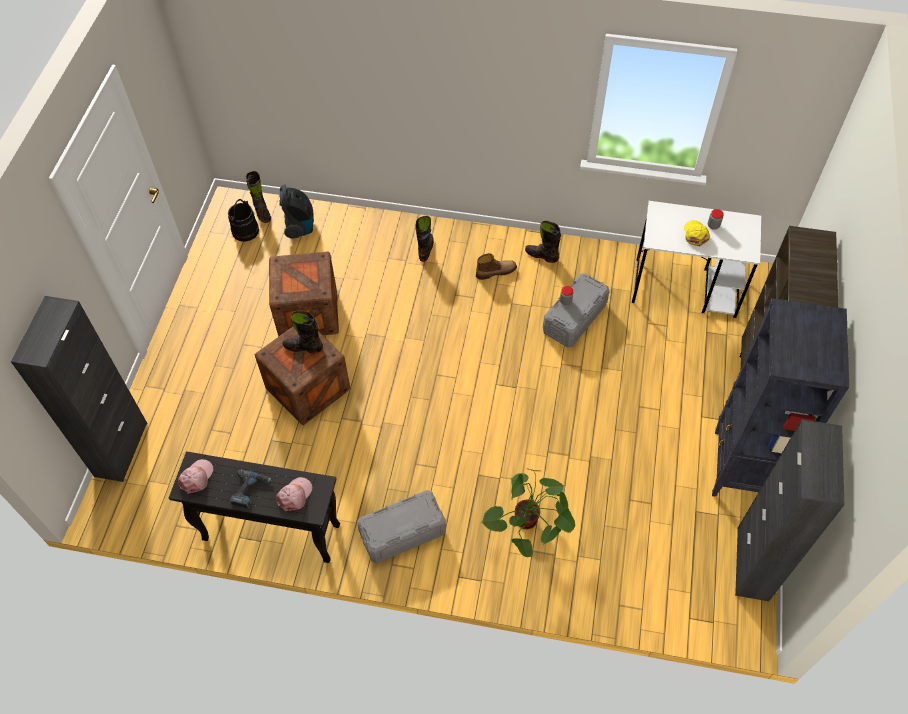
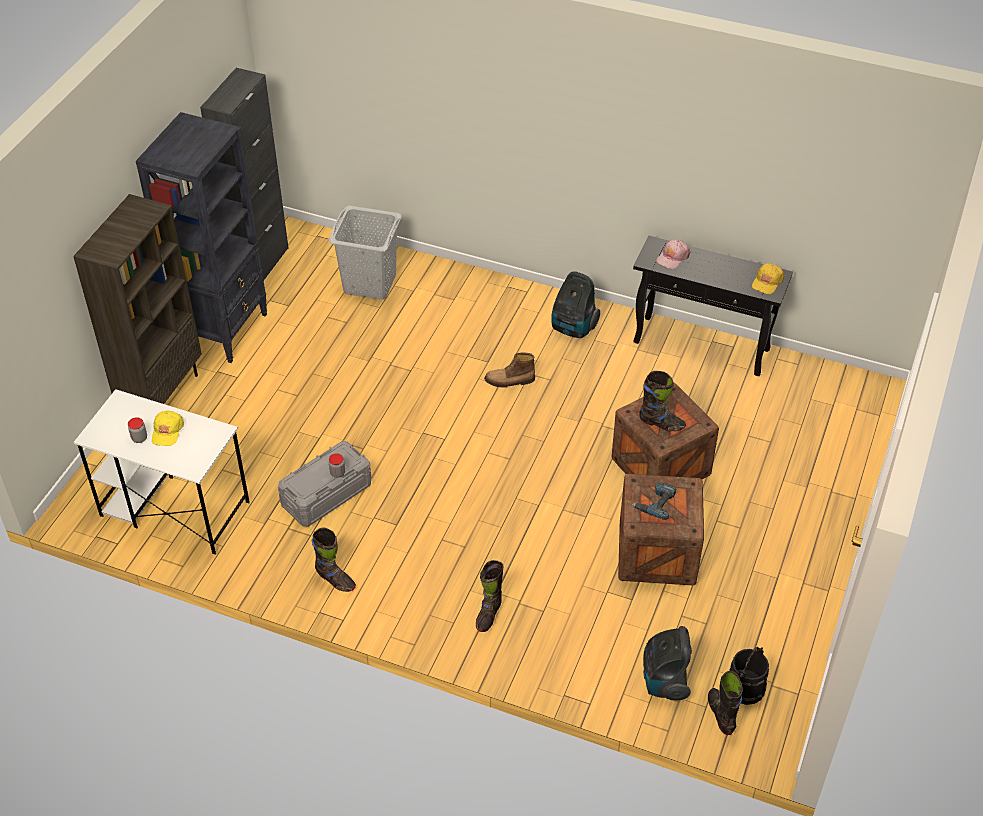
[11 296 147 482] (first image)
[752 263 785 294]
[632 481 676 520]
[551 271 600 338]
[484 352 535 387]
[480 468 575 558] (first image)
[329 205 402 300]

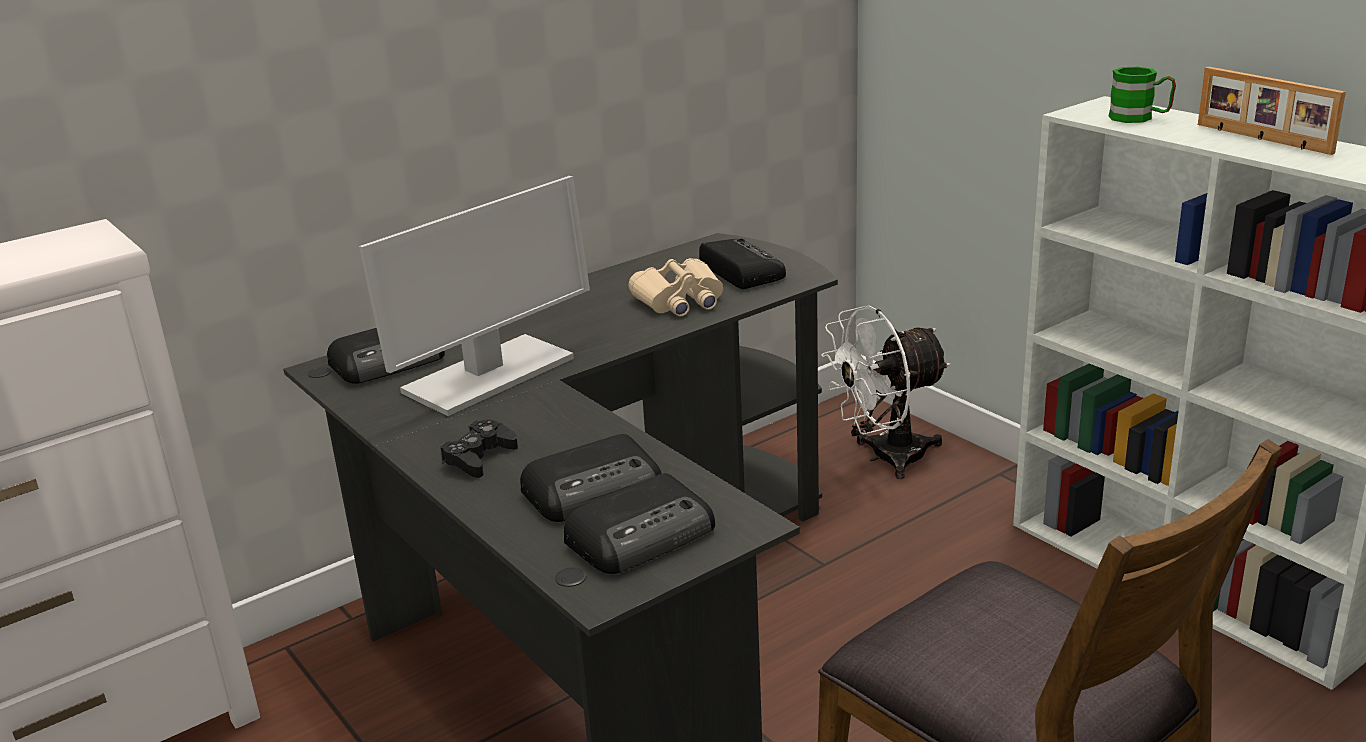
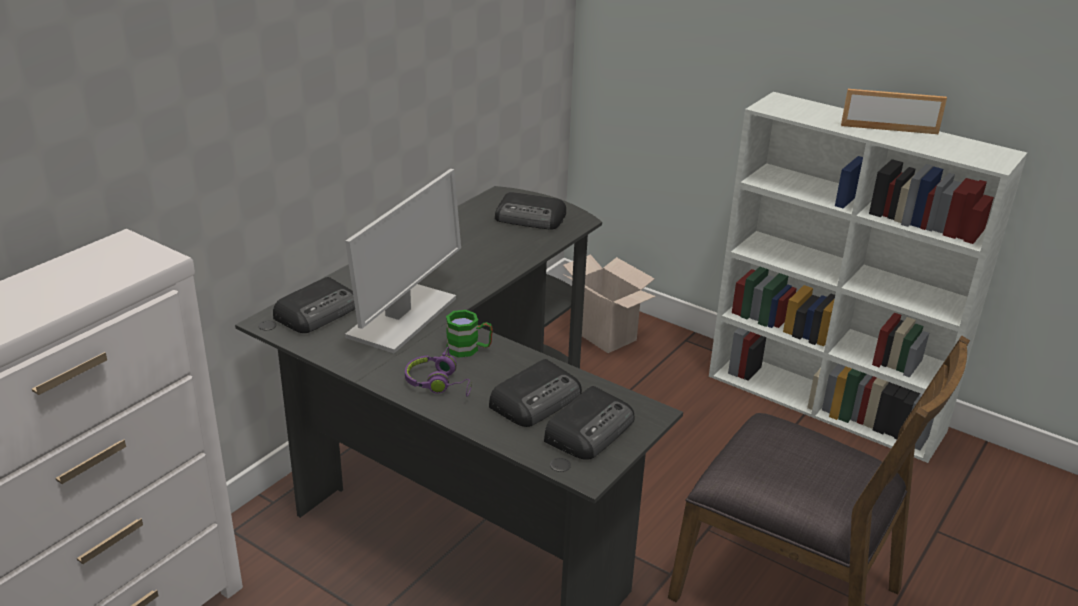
[405 347 472 397]
[628 258 723 316] (first image)
[495 192 566 230]
[563 254 656 353]
[446 310 493 358]
[841 89 947 134]

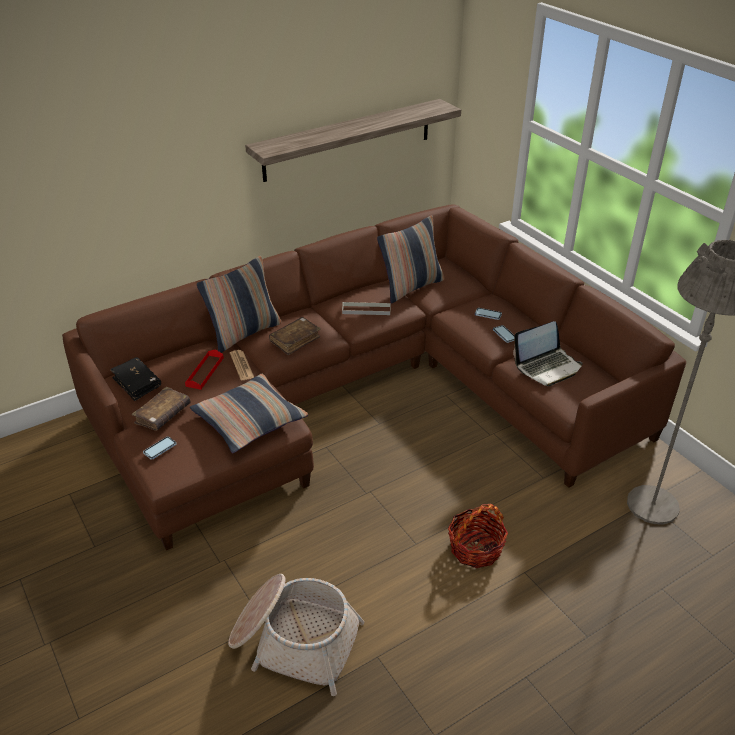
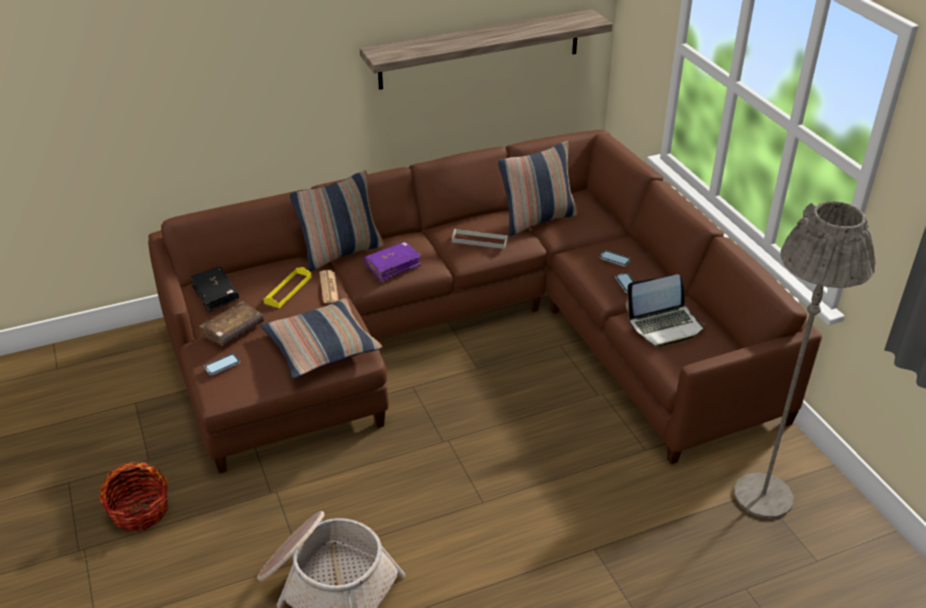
[264 267 311 308]
[364 241 422 282]
[99 462 168 532]

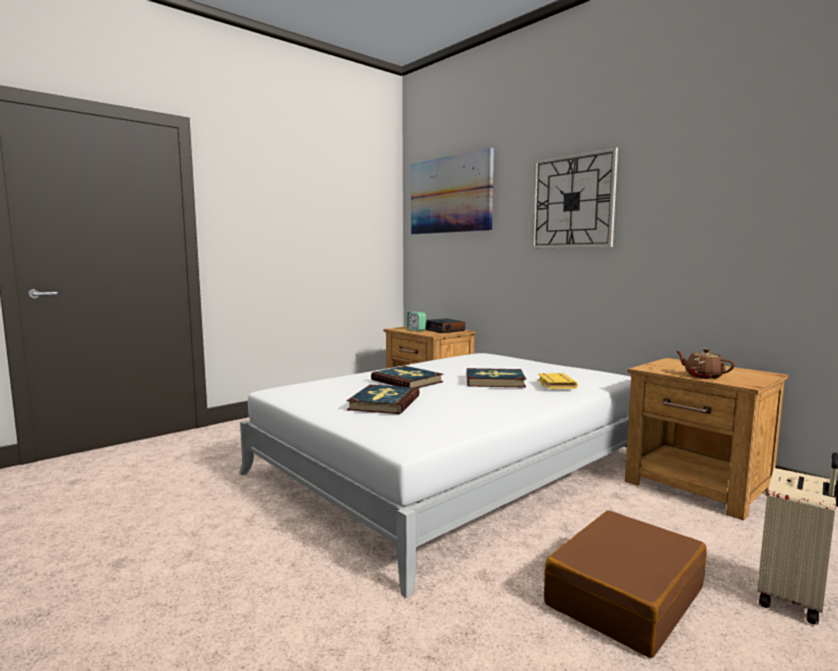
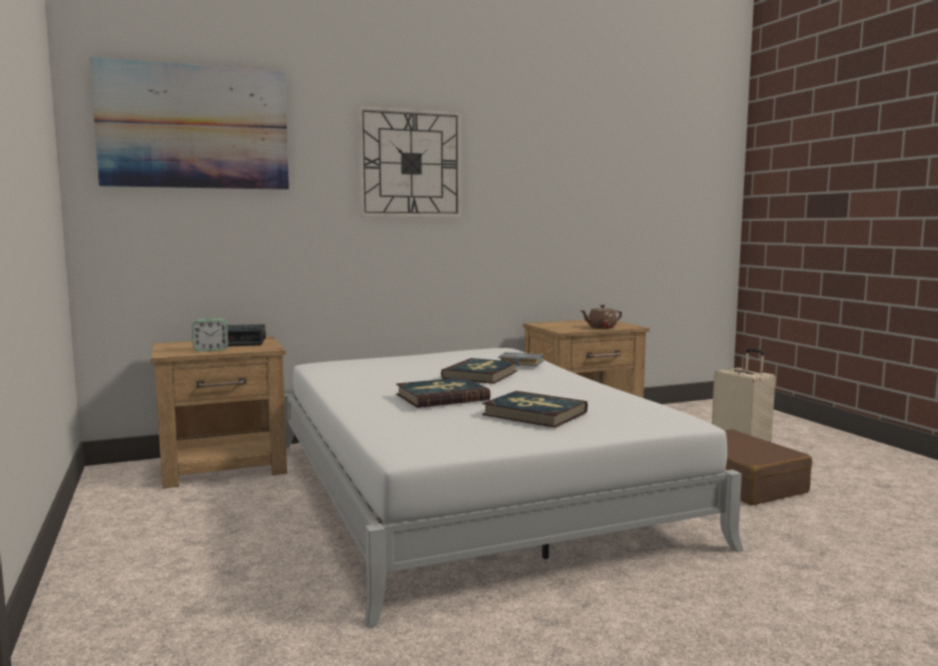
[498 352 544 366]

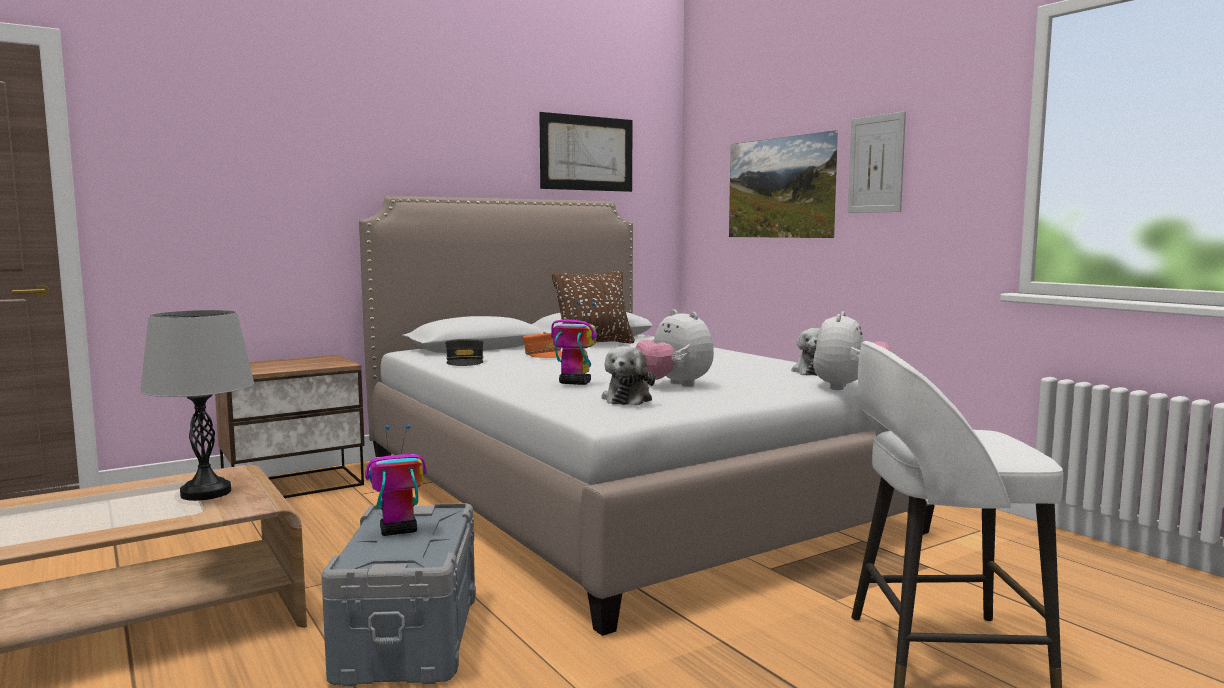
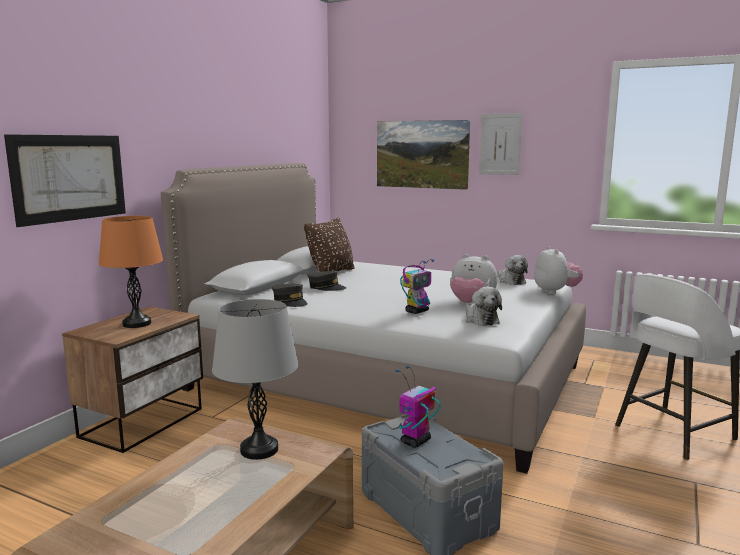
[307 270 346 291]
[4 134 126 227]
[400 259 434 314]
[99 216 163 328]

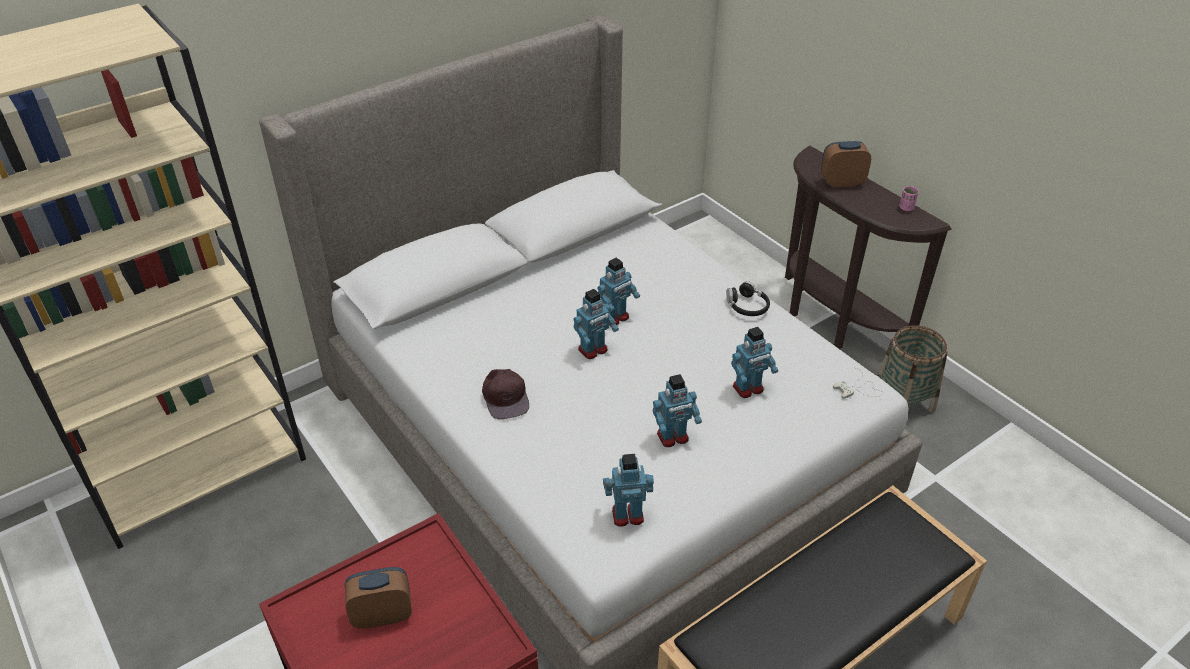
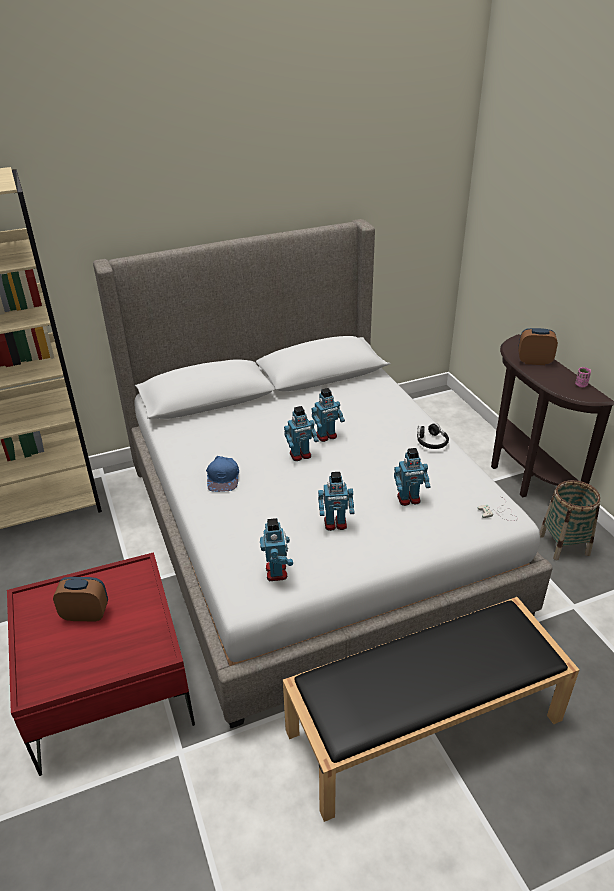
[206 456 239 492]
[260 518 293 581]

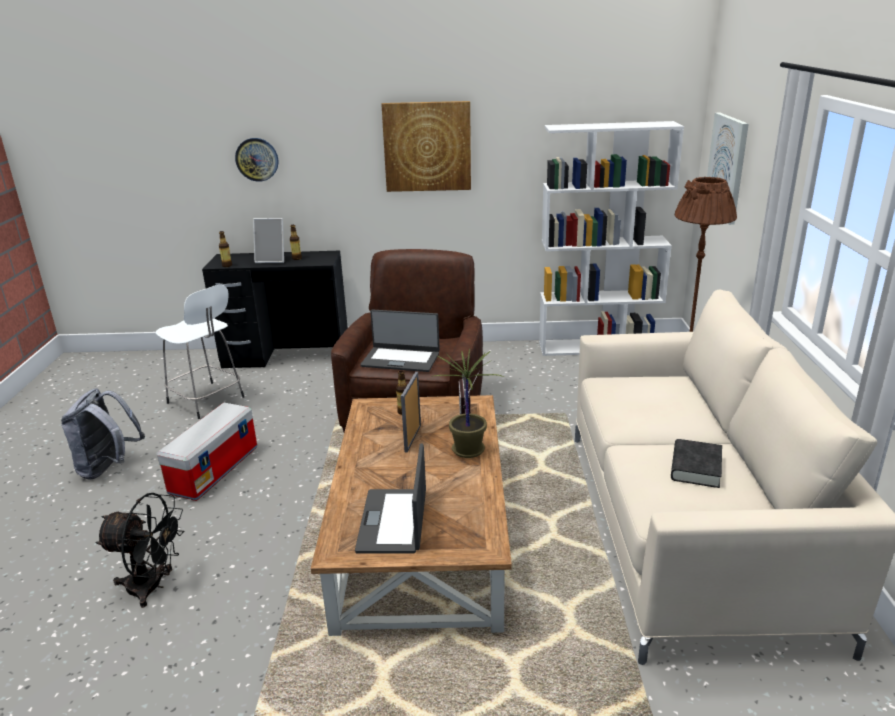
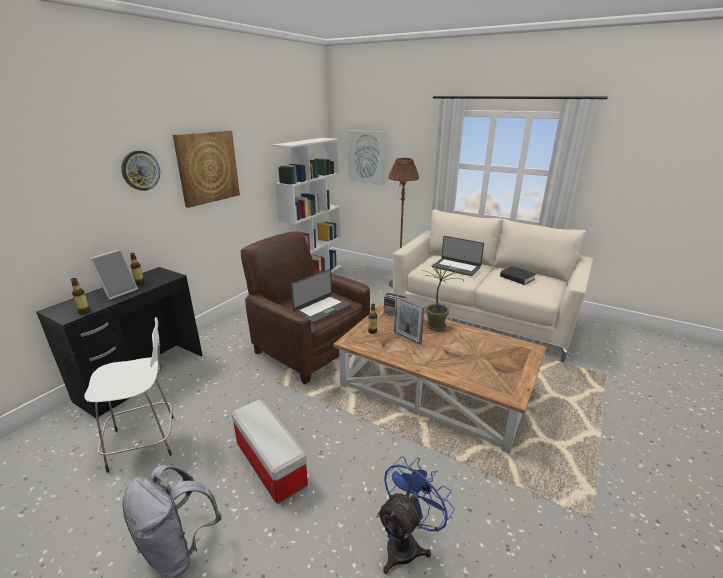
[377 456 455 574]
[121 150 160 191]
[432 236 484 276]

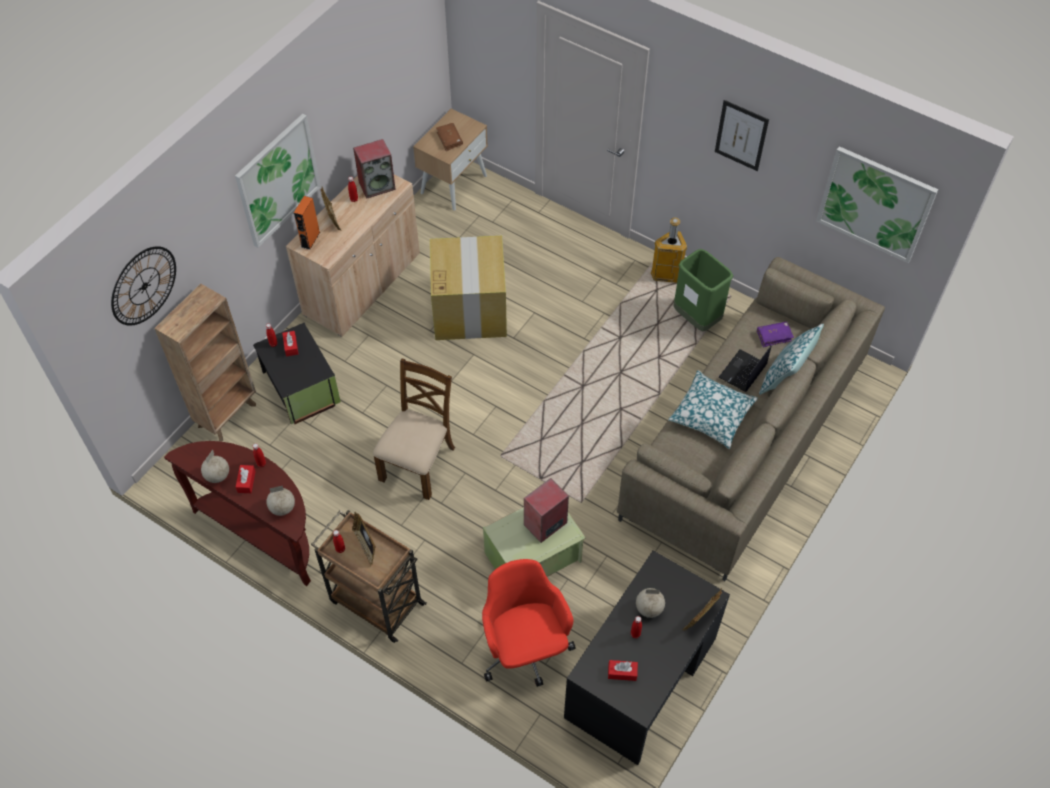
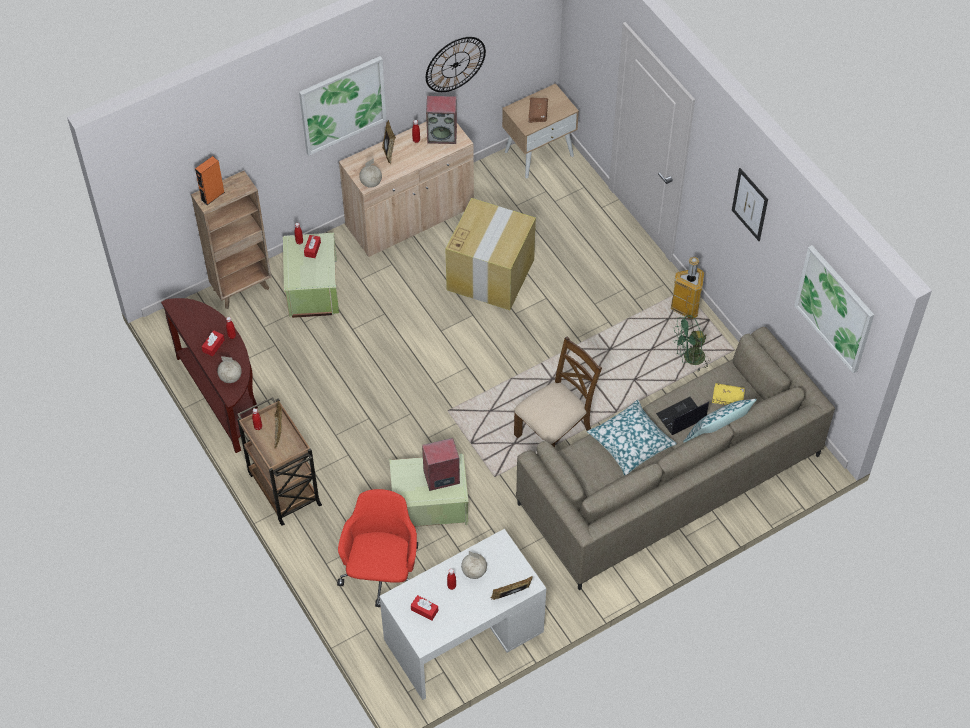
[426 37 486 92]
[359 158 382 188]
[283 233 339 318]
[195 156 225 205]
[514 337 602 448]
[379 529 546 700]
[674 315 711 371]
[712 383 745 405]

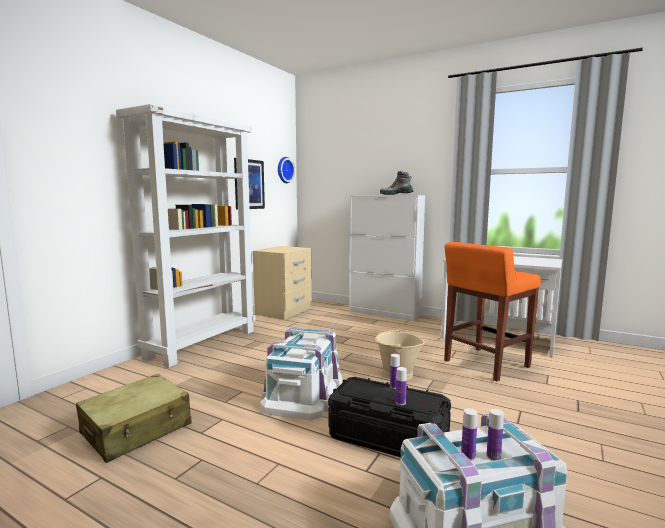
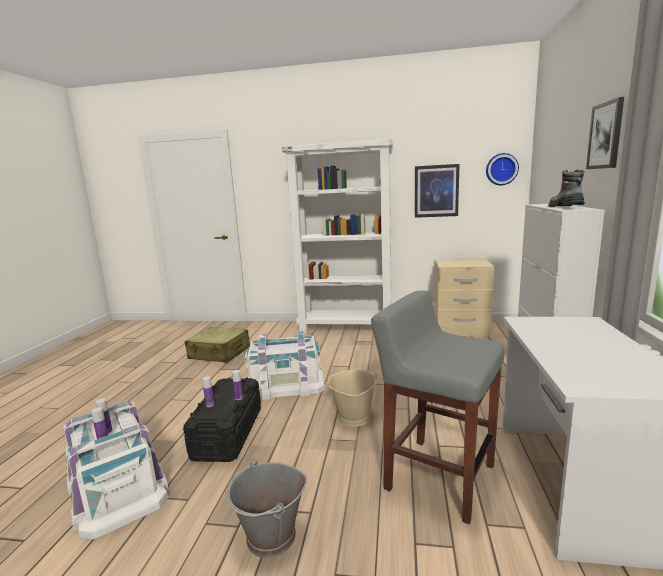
[371 290 505 524]
[226 458 307 558]
[586 97 624 169]

